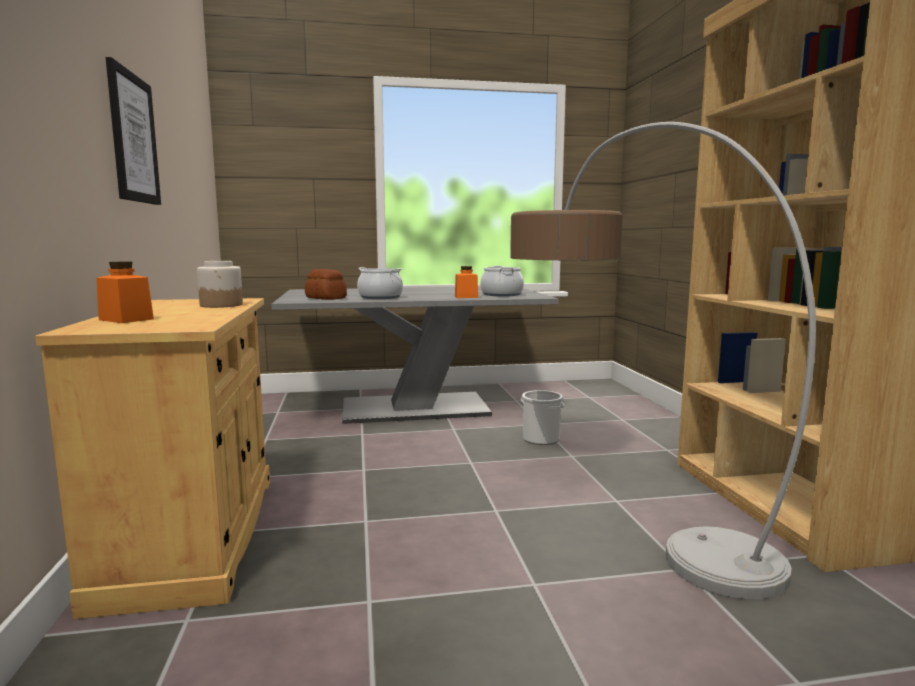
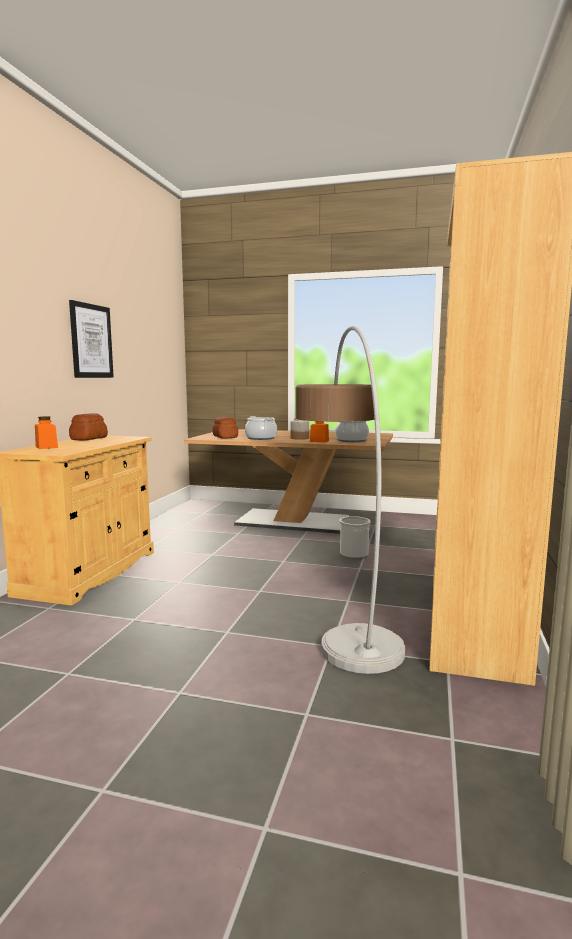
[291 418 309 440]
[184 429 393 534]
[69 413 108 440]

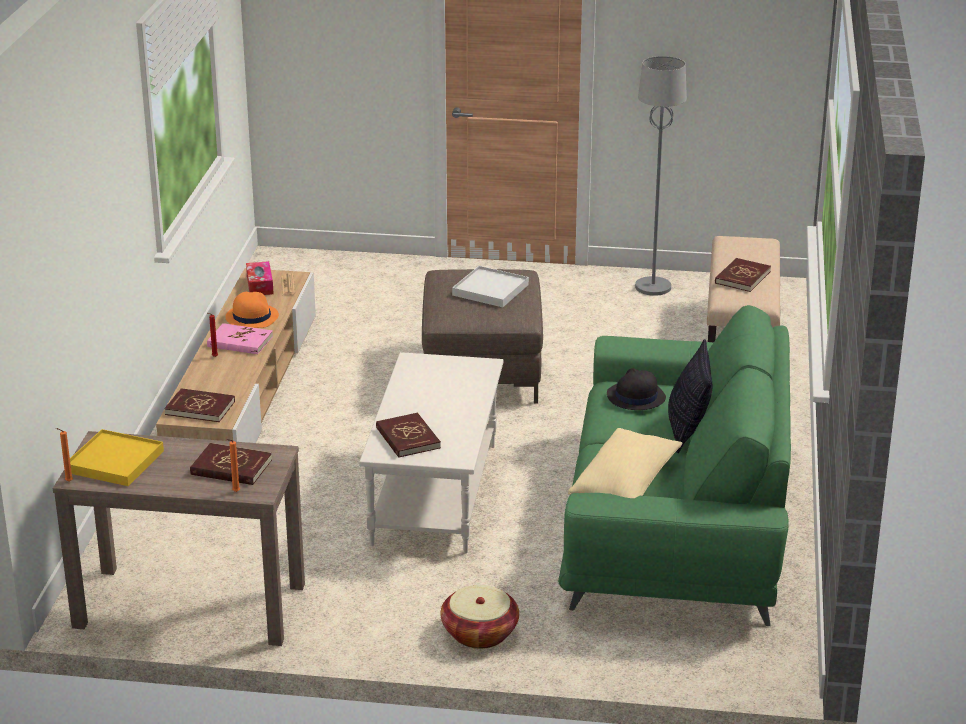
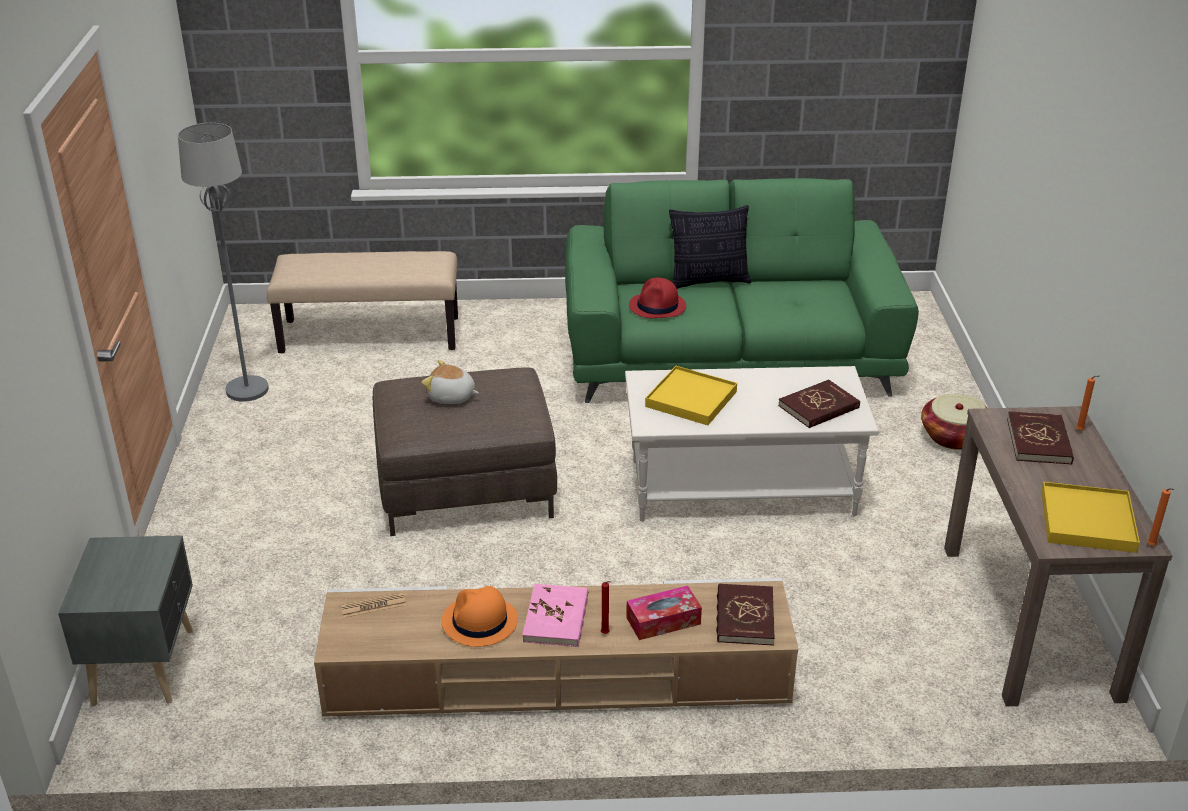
[626 586 702 640]
[422 360 479 404]
[568 428 683 498] (first image)
[629 278 686 318]
[715 258 771 292] (first image)
[58 535 193 706]
[645 366 737 425]

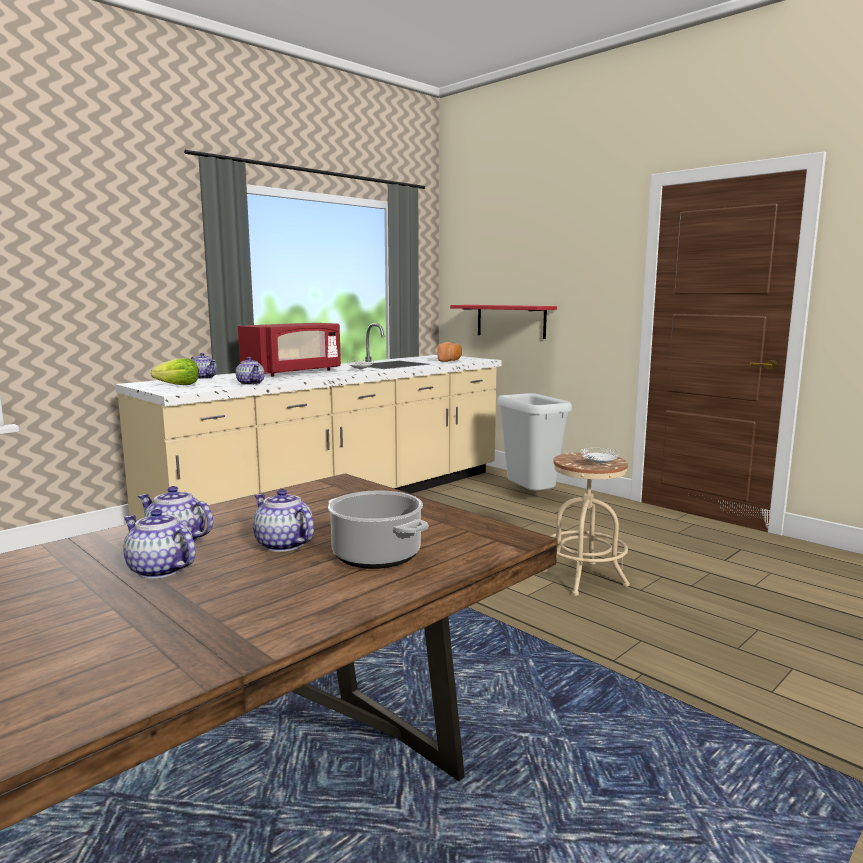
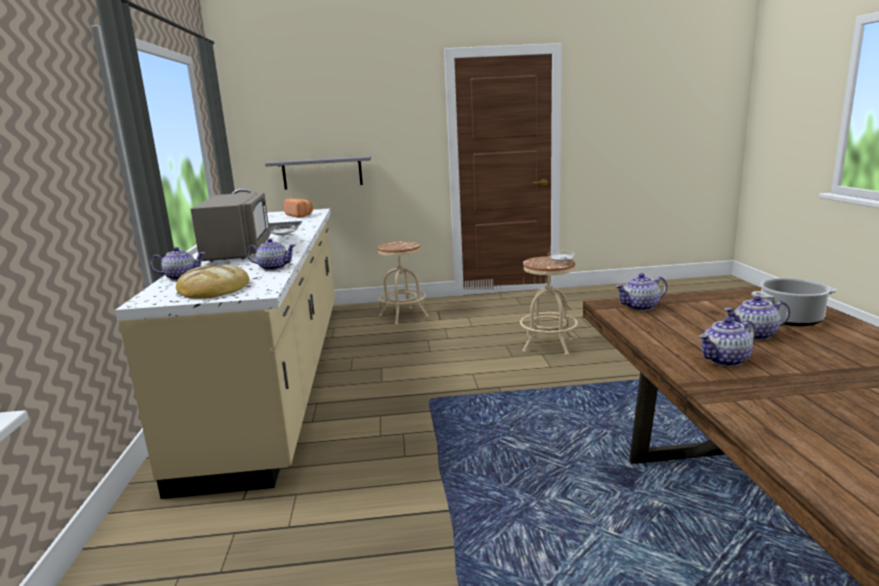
[615 273 667 311]
[176 265 249 299]
[191 192 270 262]
[265 156 371 190]
[377 241 429 325]

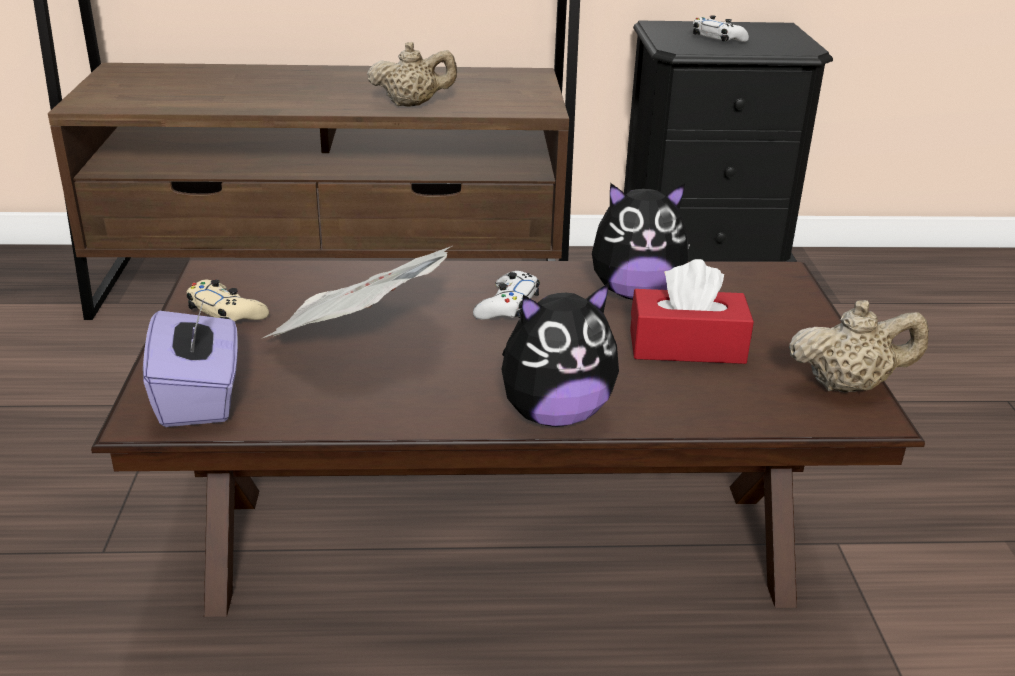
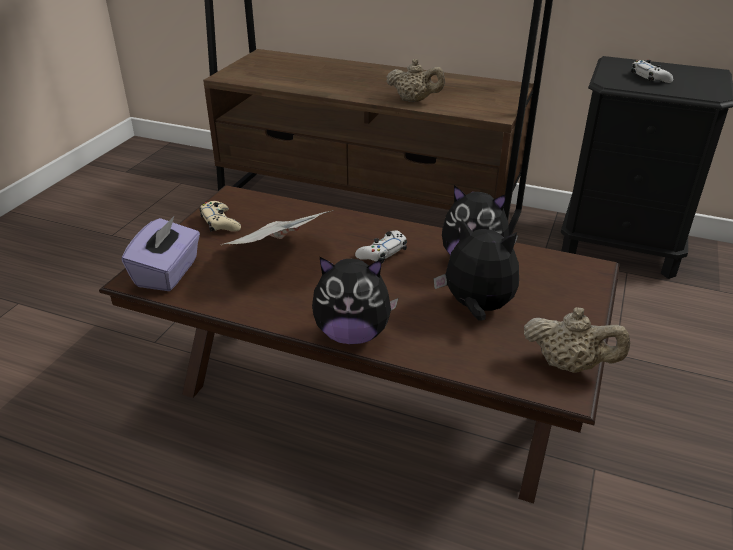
[433 220 519 320]

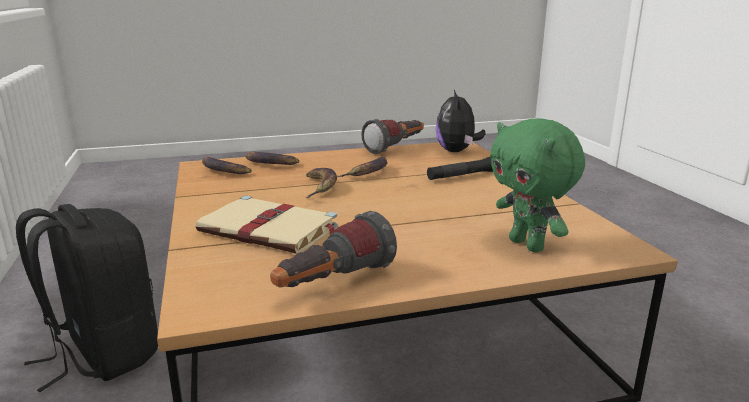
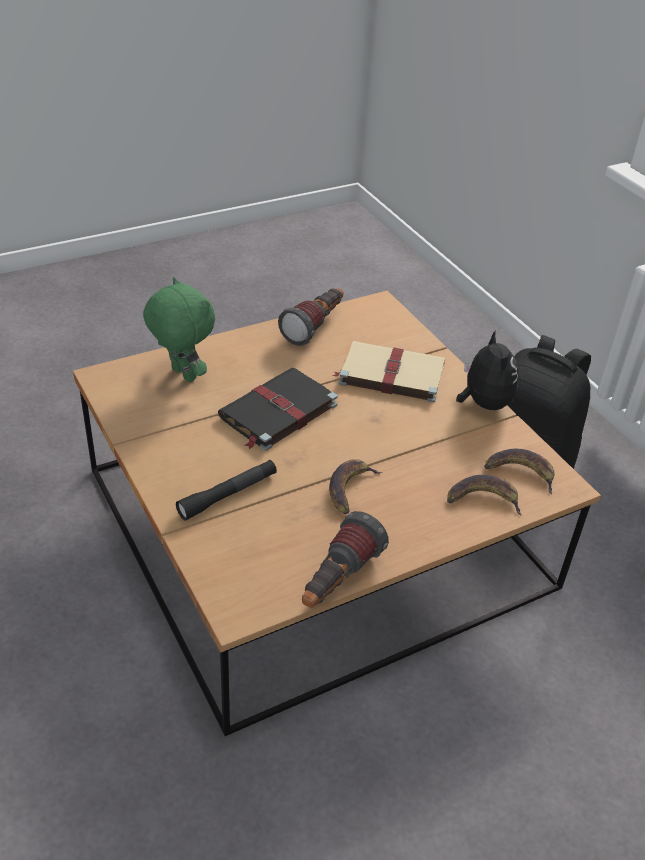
[305 168 337 198] (first image)
[456 331 519 410]
[218 368 338 451]

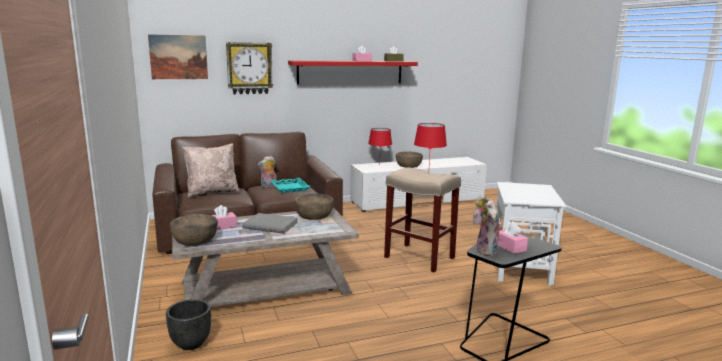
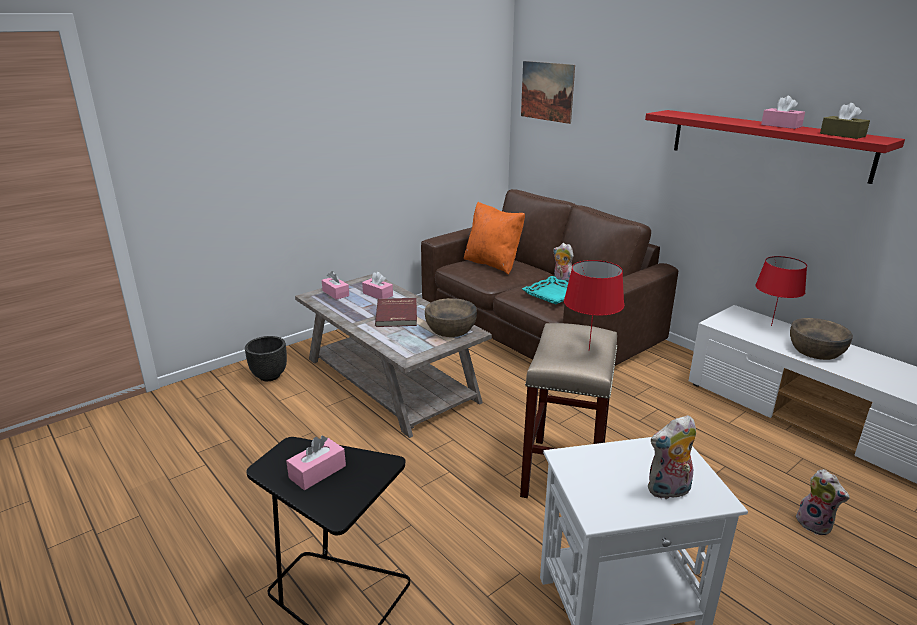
[322 271 349 300]
[464 202 525 275]
[226 42 273 94] (first image)
[375 298 417 327]
[648 415 696 499]

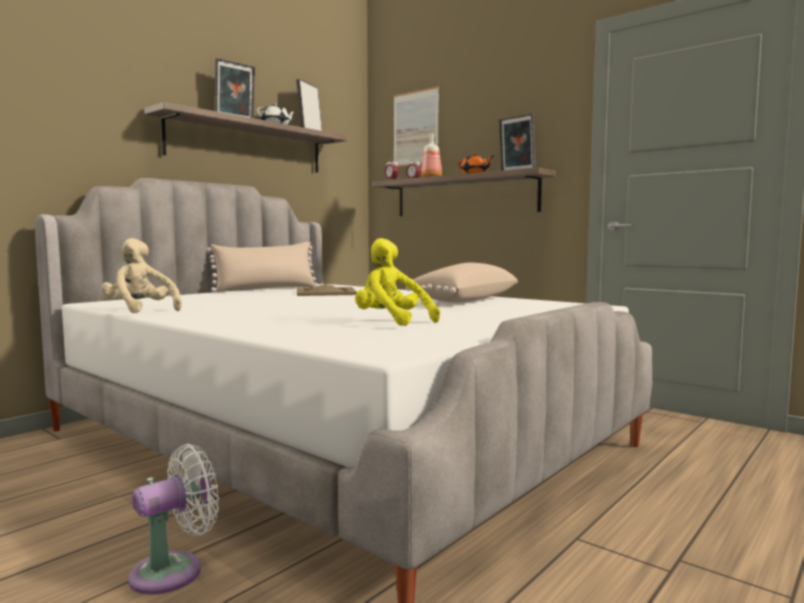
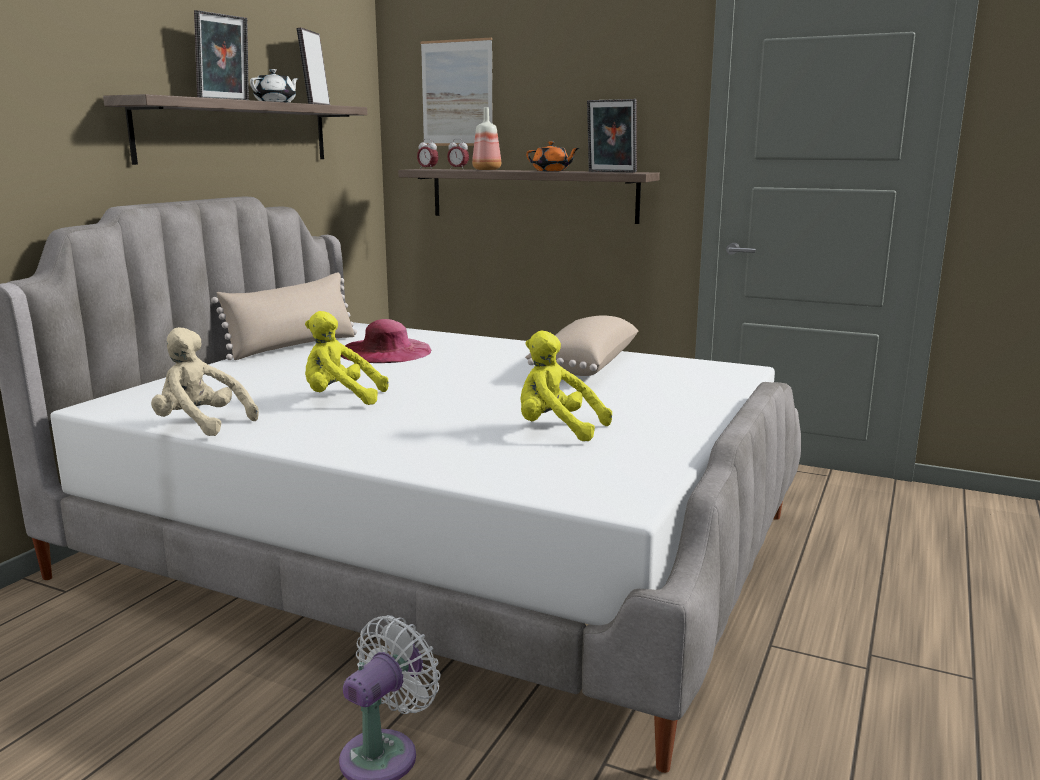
[341 319 431 363]
[305 311 389 405]

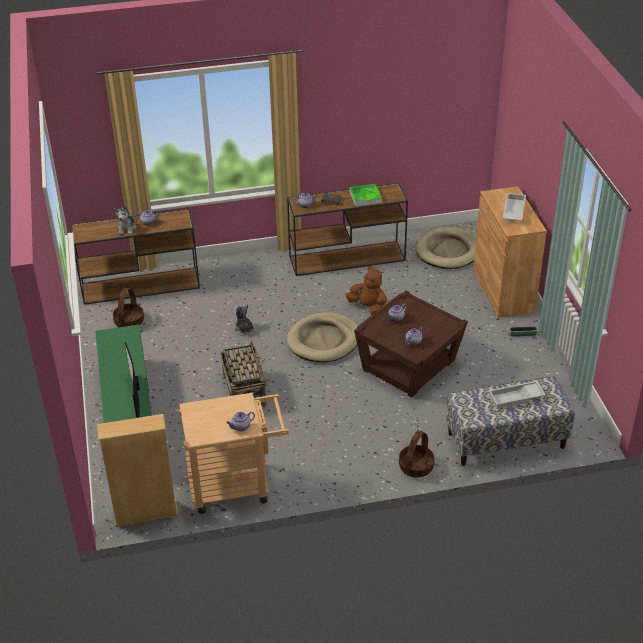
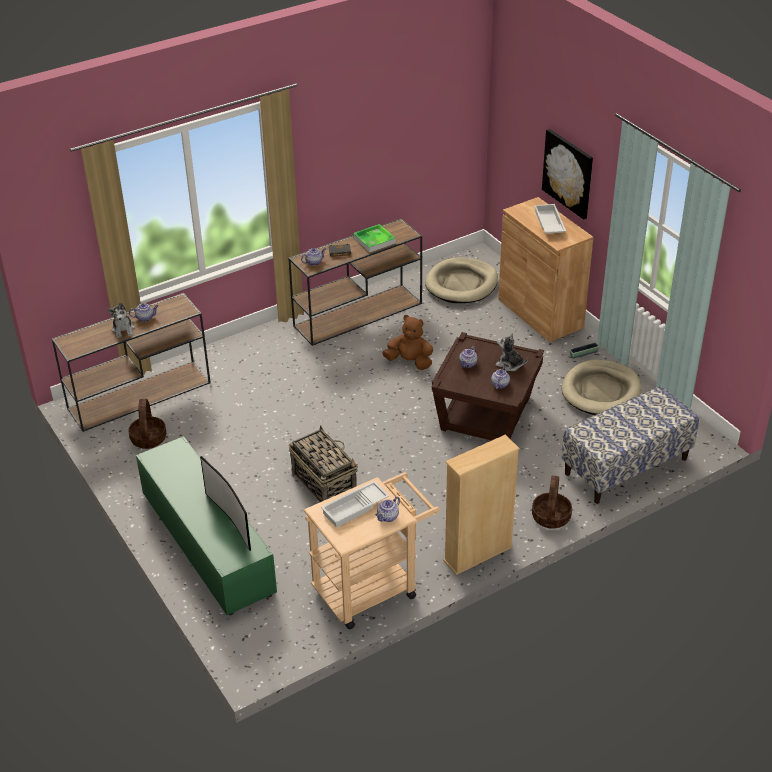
[443 435 520 575]
[496 333 528 371]
[562 359 641 415]
[321 481 389 527]
[542 129 593 220]

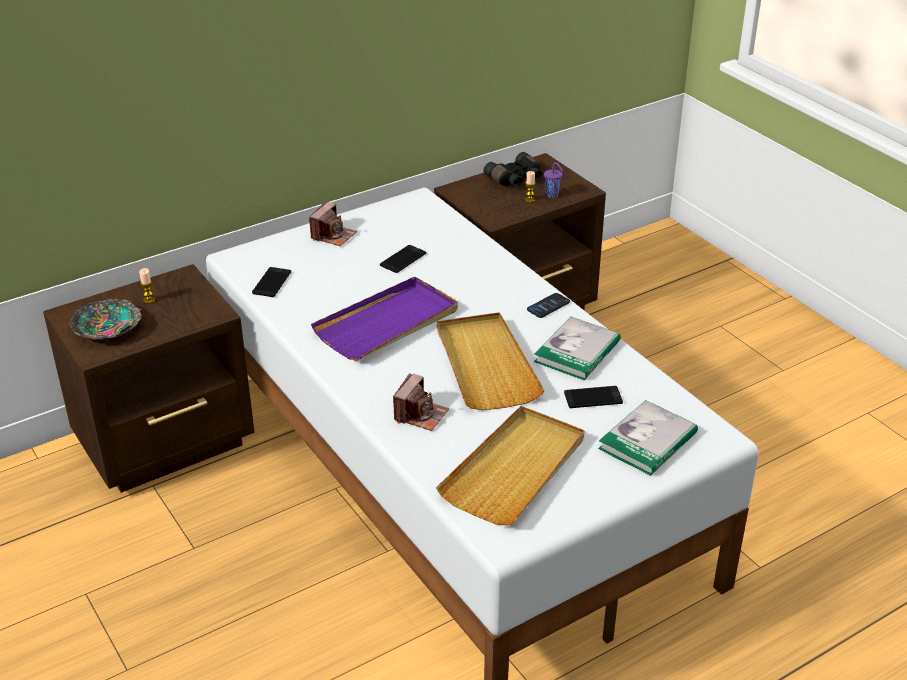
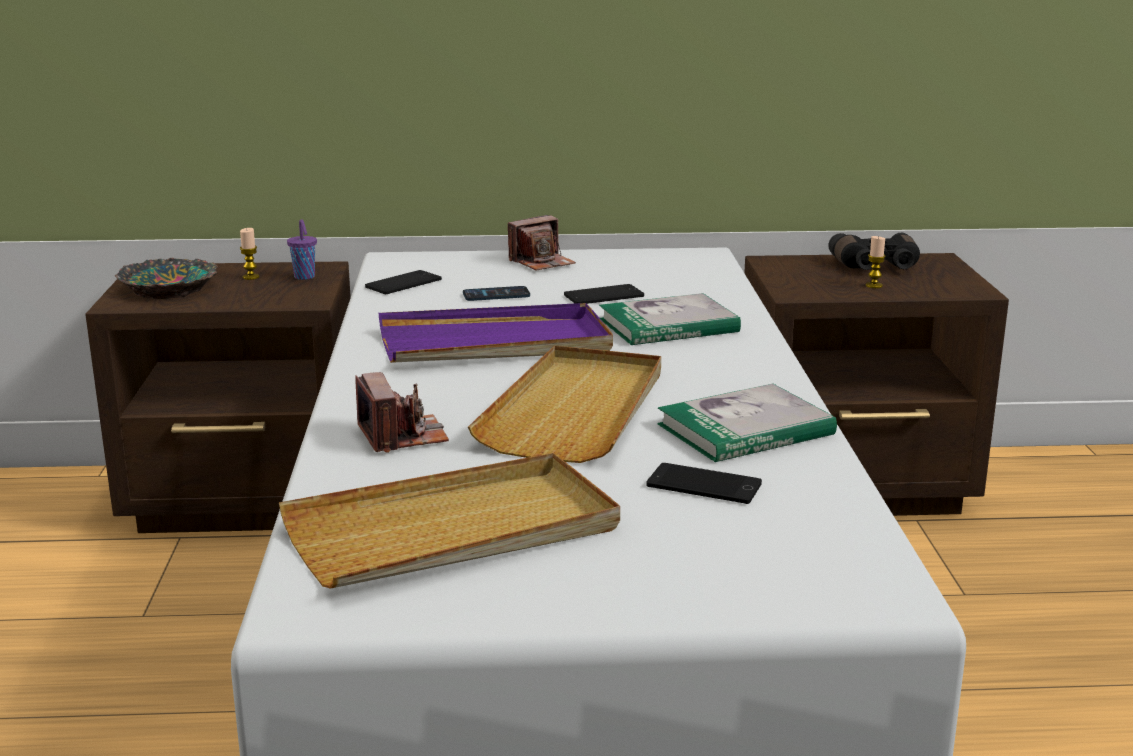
[355 372 449 453]
[463 286 530 301]
[287 219 317 280]
[599 293 741 345]

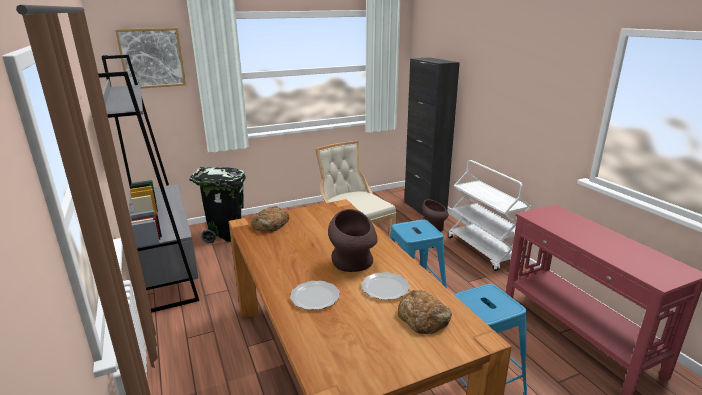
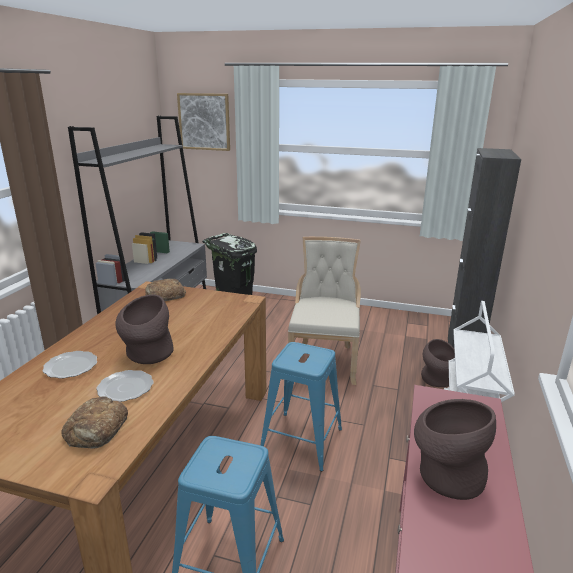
[414 399 496 500]

